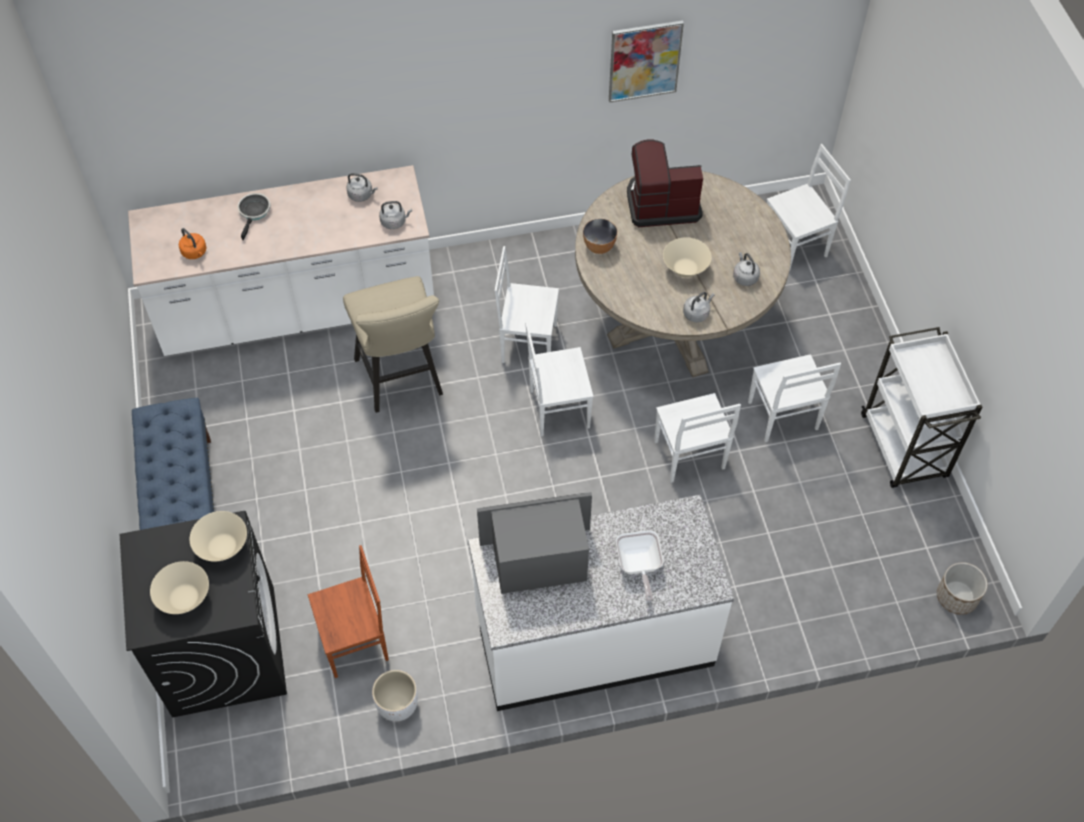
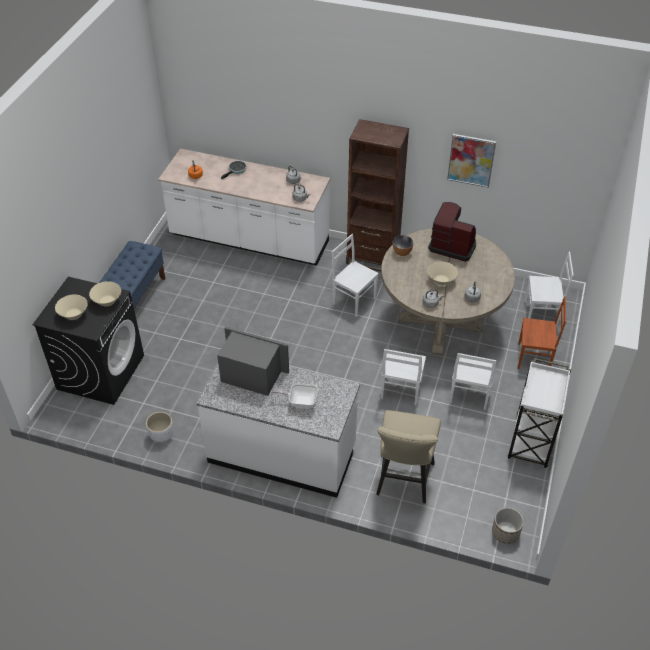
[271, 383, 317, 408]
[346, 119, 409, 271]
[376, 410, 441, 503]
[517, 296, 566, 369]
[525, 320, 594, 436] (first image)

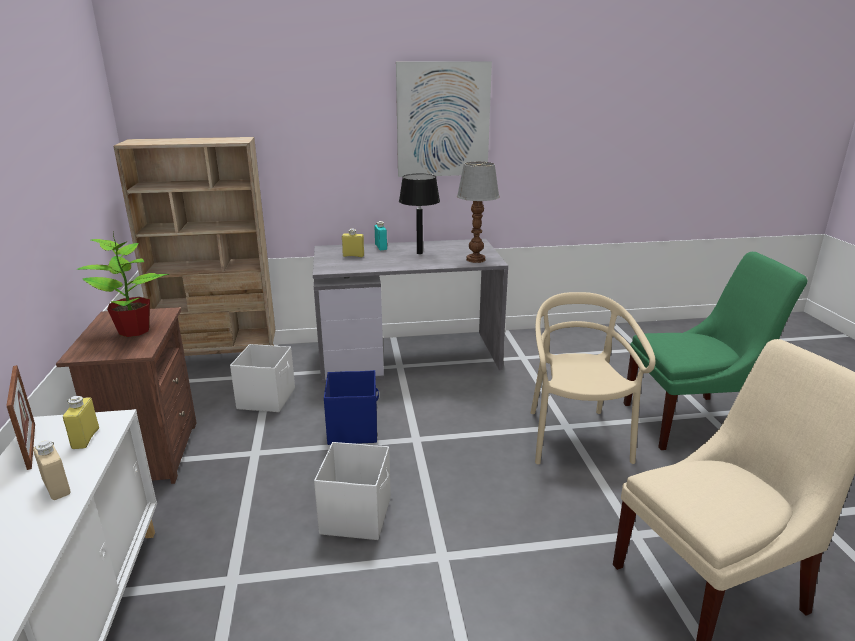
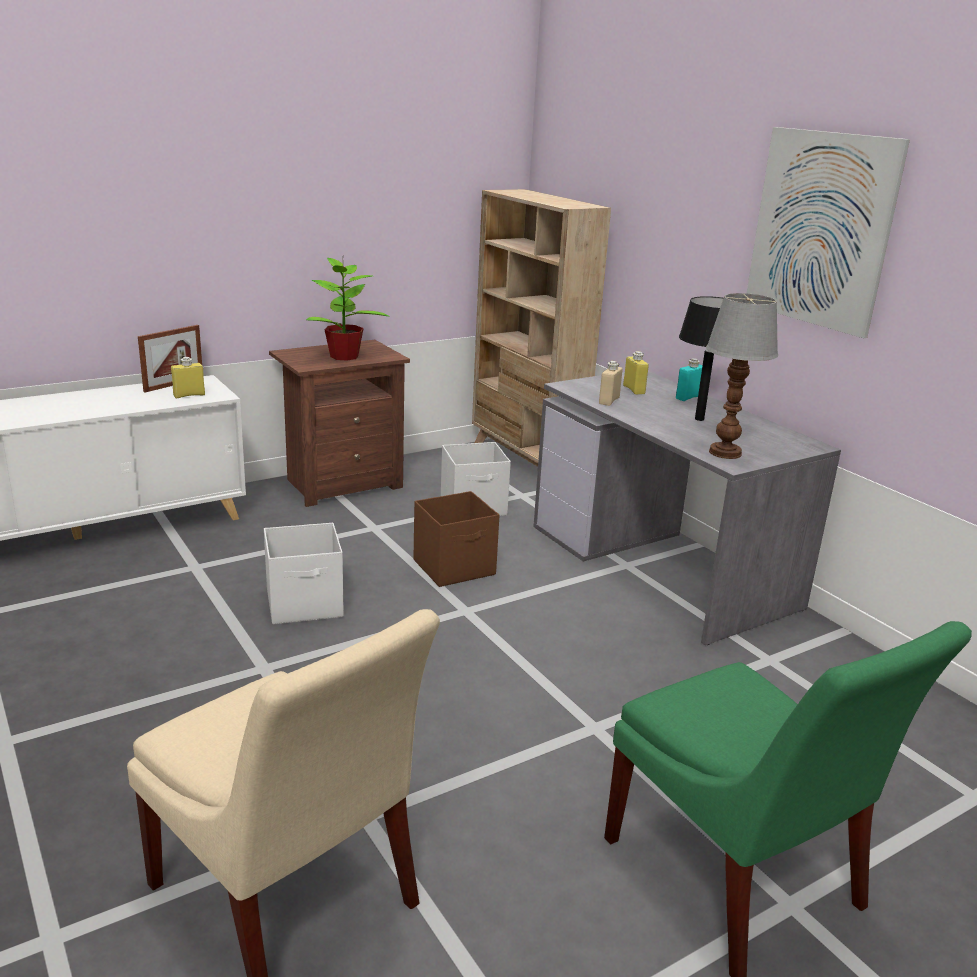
[414, 491, 499, 587]
[599, 361, 622, 406]
[531, 292, 655, 464] (first image)

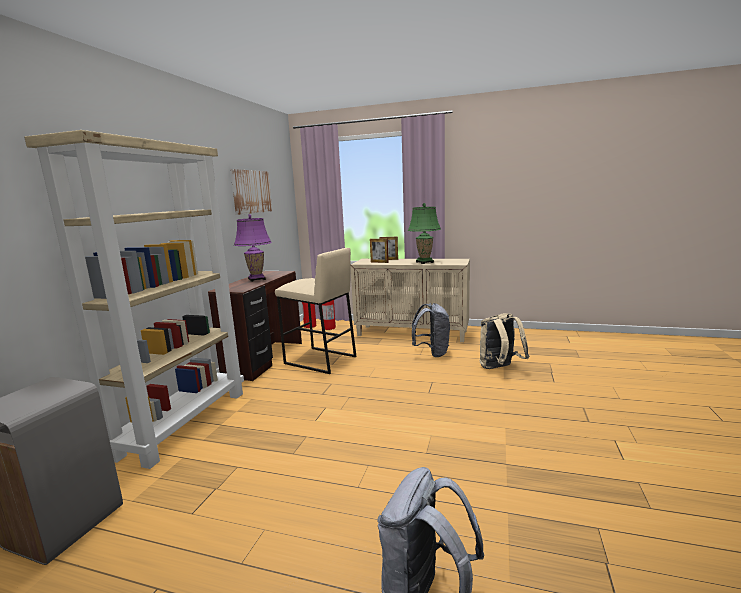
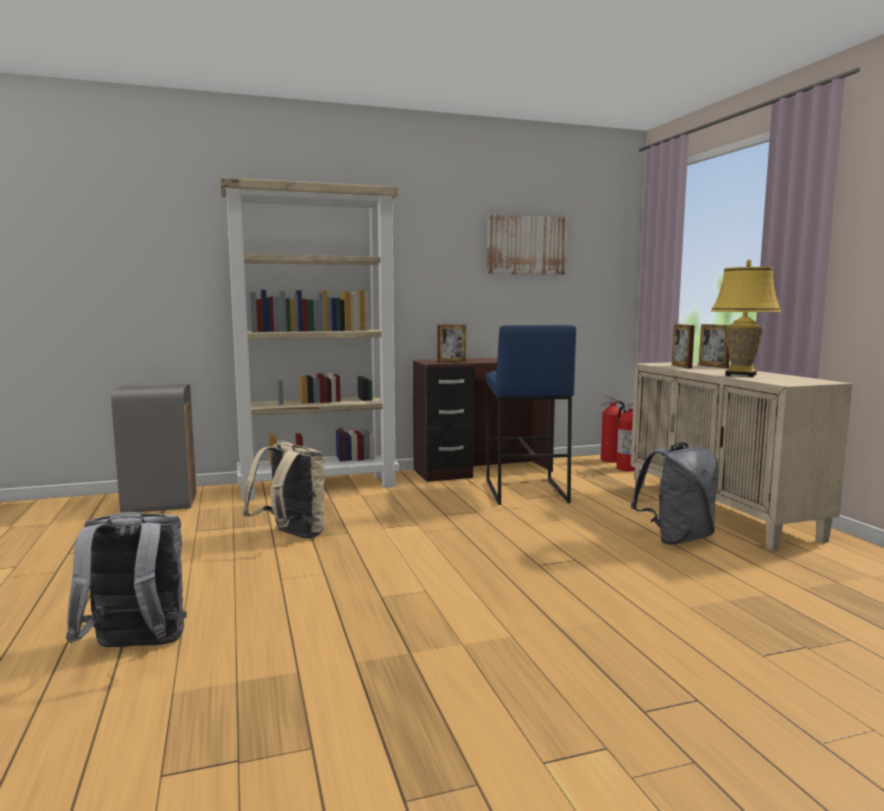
[242, 442, 325, 539]
[438, 324, 466, 363]
[486, 325, 576, 505]
[711, 260, 782, 377]
[234, 214, 272, 282] (first image)

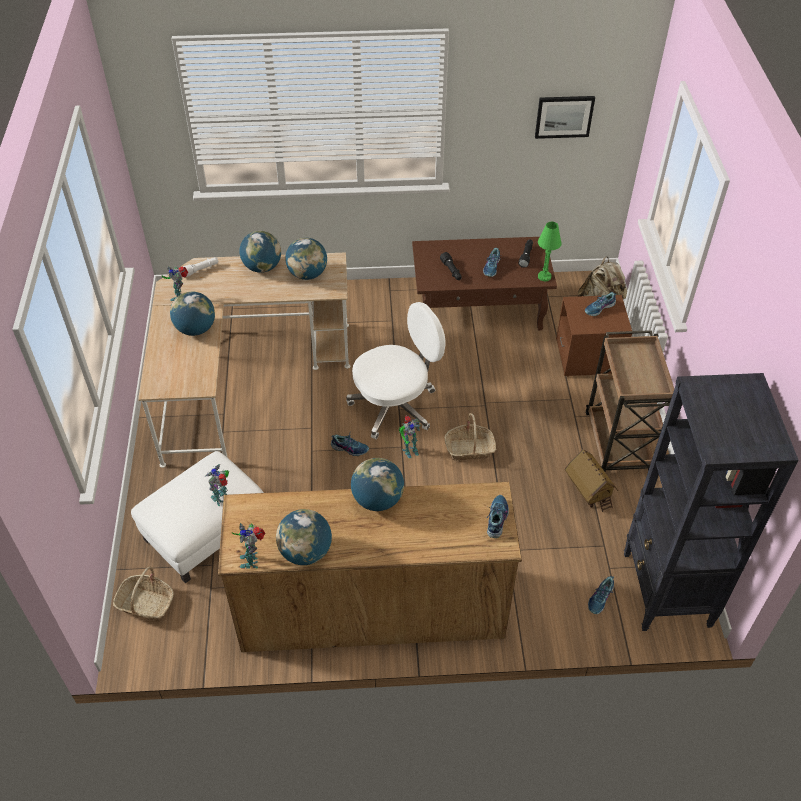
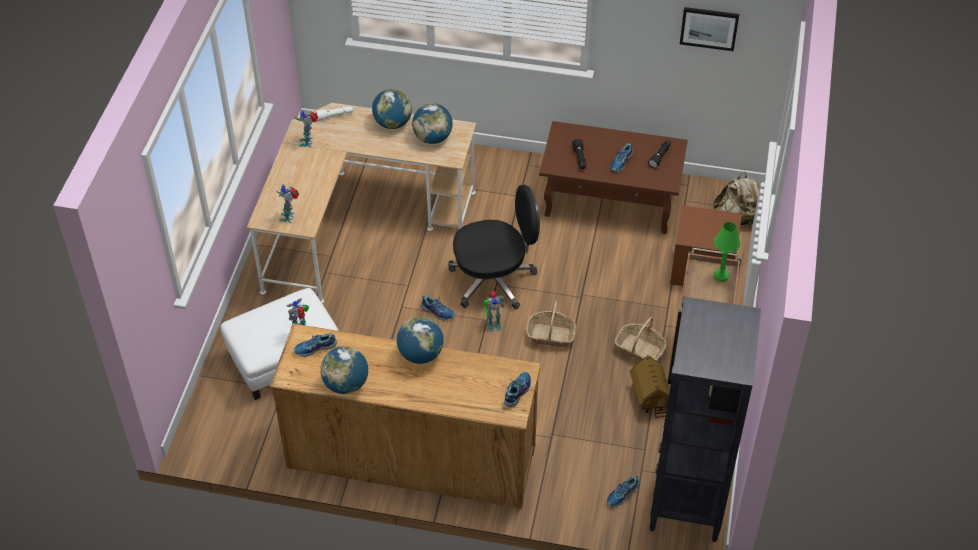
[276, 184, 299, 223]
[294, 333, 337, 357]
[448, 185, 540, 309]
[615, 317, 666, 361]
[714, 222, 740, 282]
[170, 291, 215, 336] (first image)

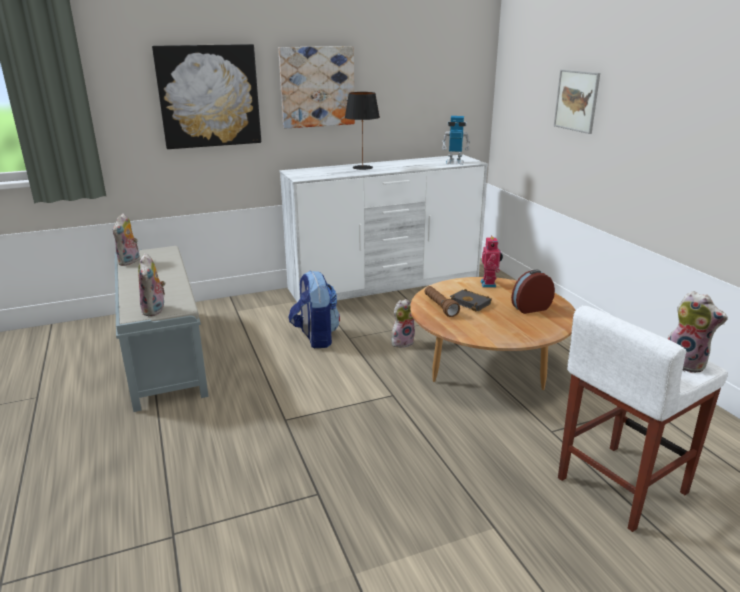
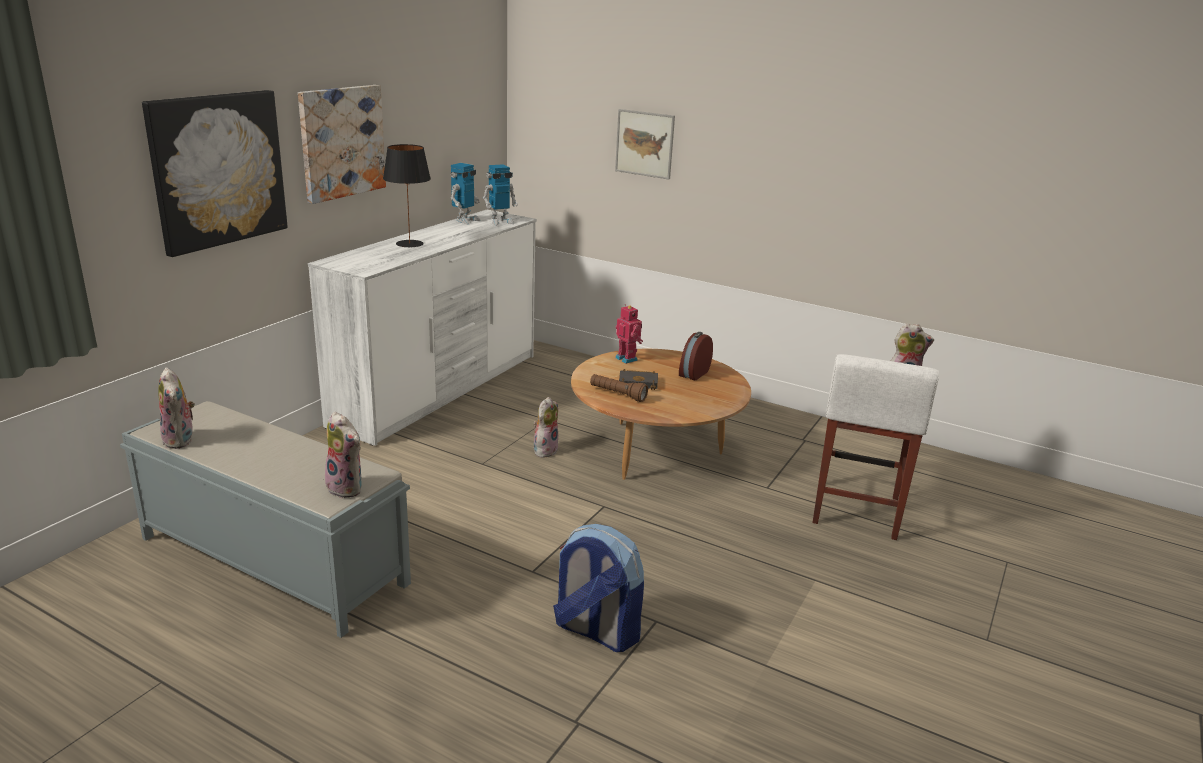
[451, 163, 481, 224]
[553, 524, 644, 652]

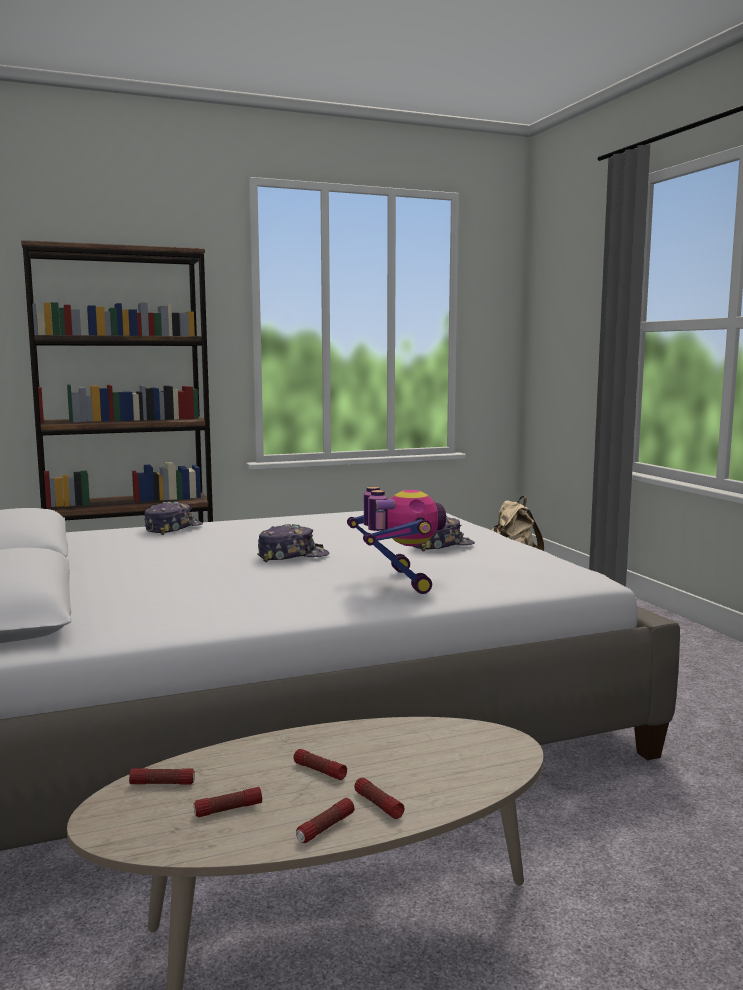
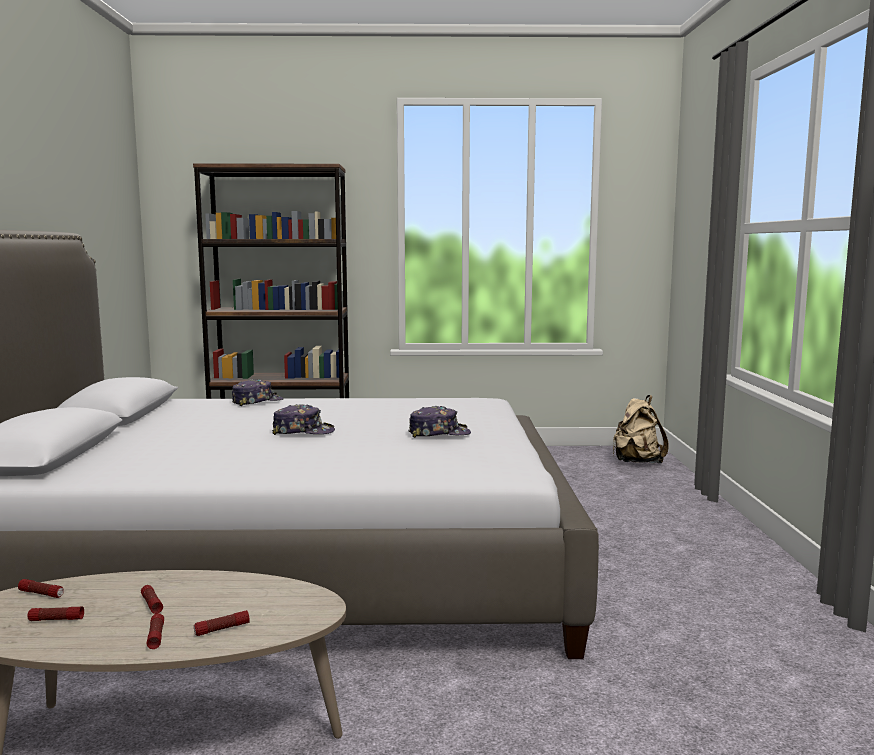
[194, 610, 250, 636]
[347, 487, 446, 594] (first image)

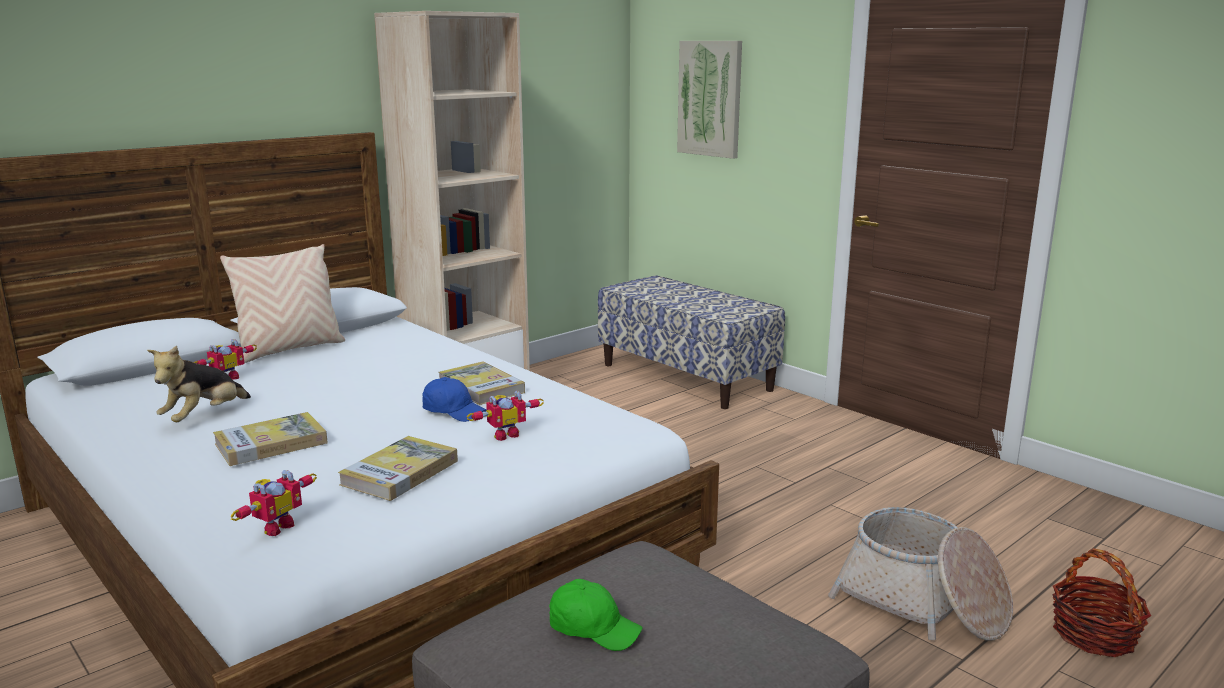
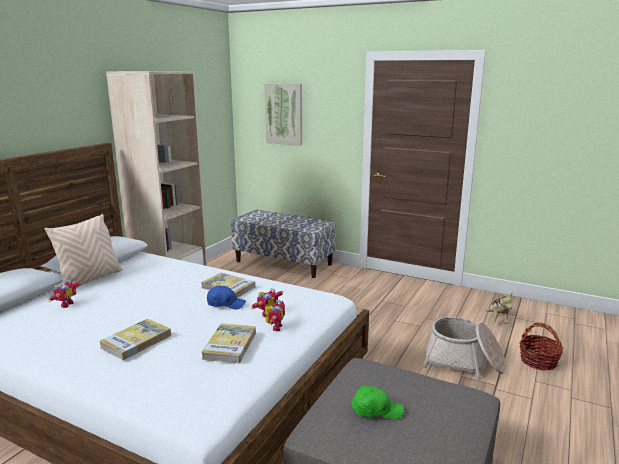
[265, 300, 285, 331]
[486, 293, 513, 324]

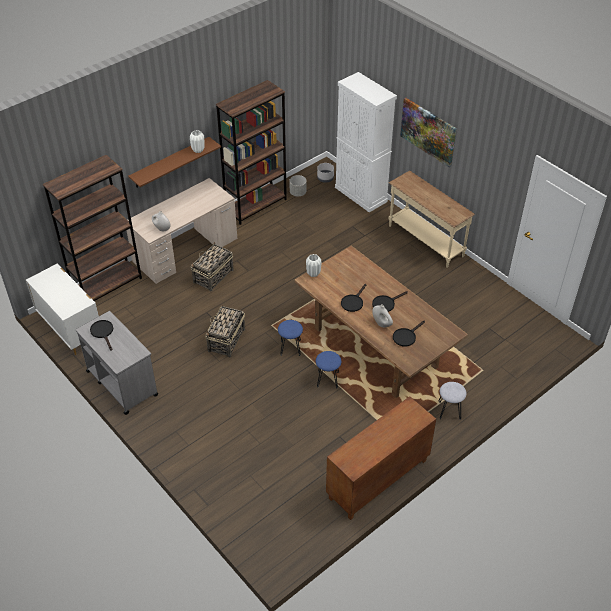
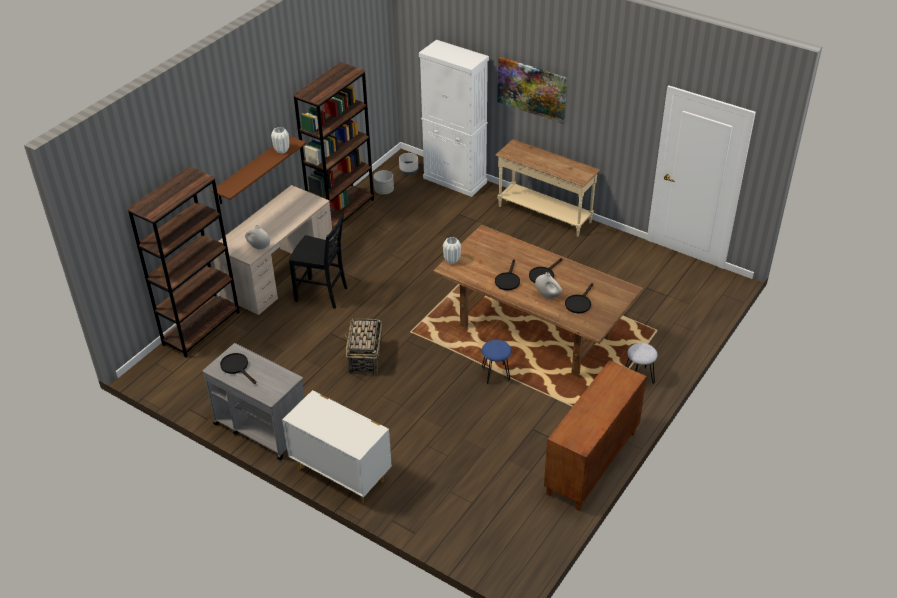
[282, 390, 392, 504]
[289, 212, 347, 309]
[278, 320, 303, 356] (first image)

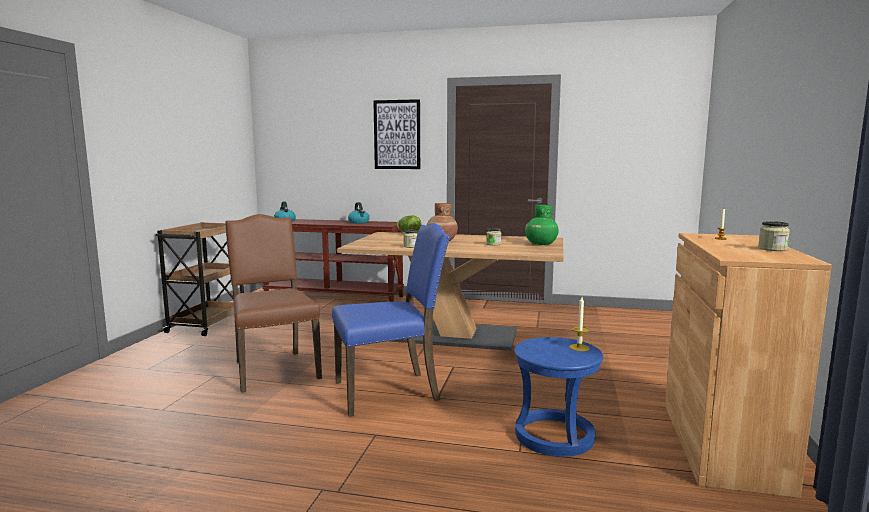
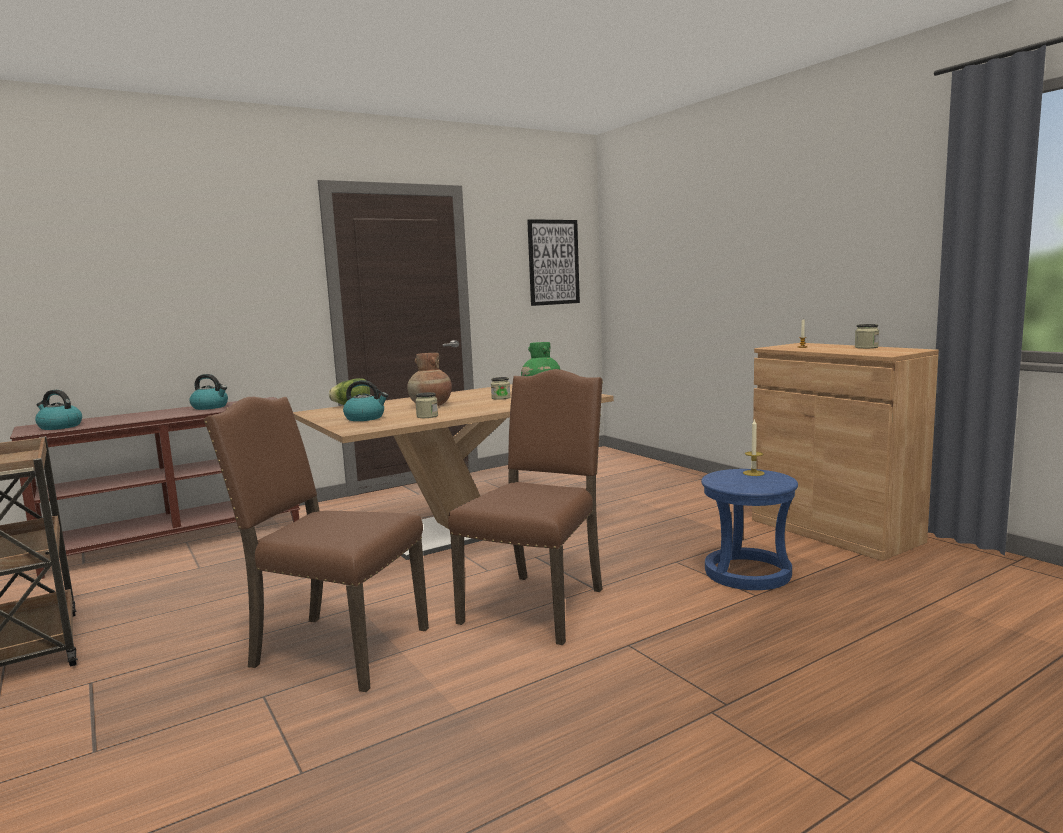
[343, 380, 388, 421]
[448, 369, 603, 645]
[527, 219, 580, 306]

